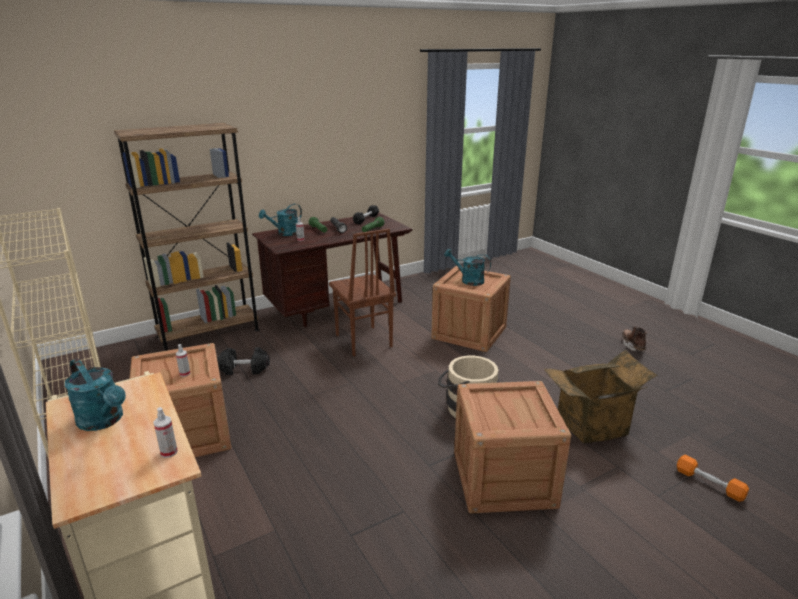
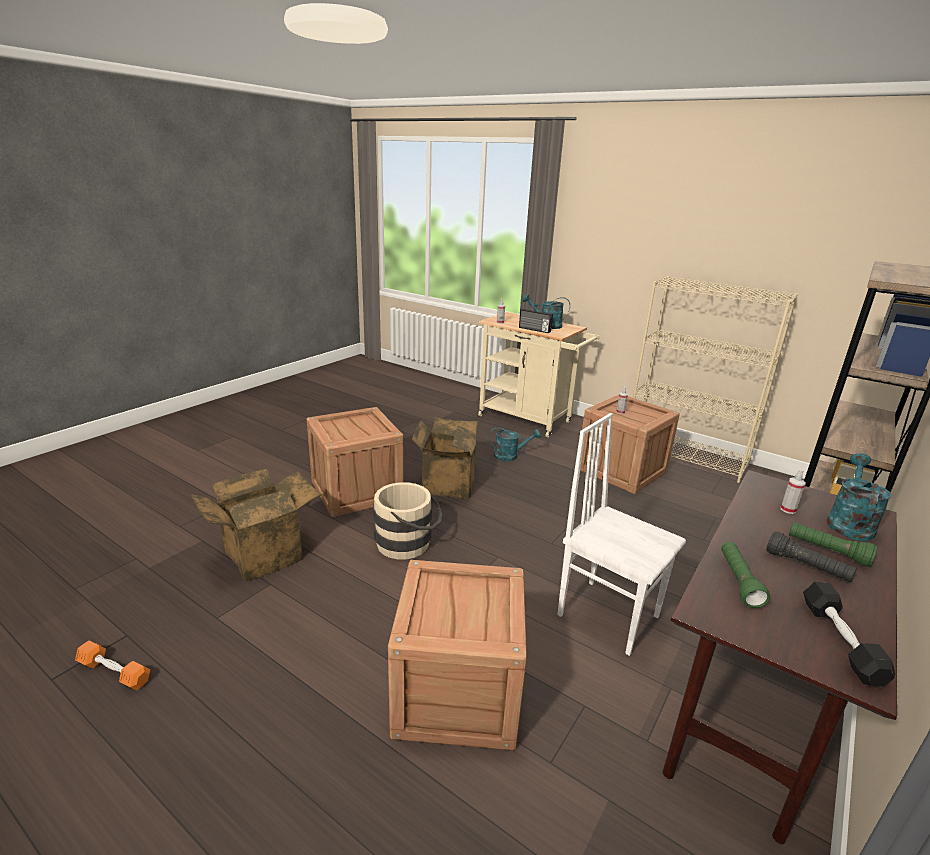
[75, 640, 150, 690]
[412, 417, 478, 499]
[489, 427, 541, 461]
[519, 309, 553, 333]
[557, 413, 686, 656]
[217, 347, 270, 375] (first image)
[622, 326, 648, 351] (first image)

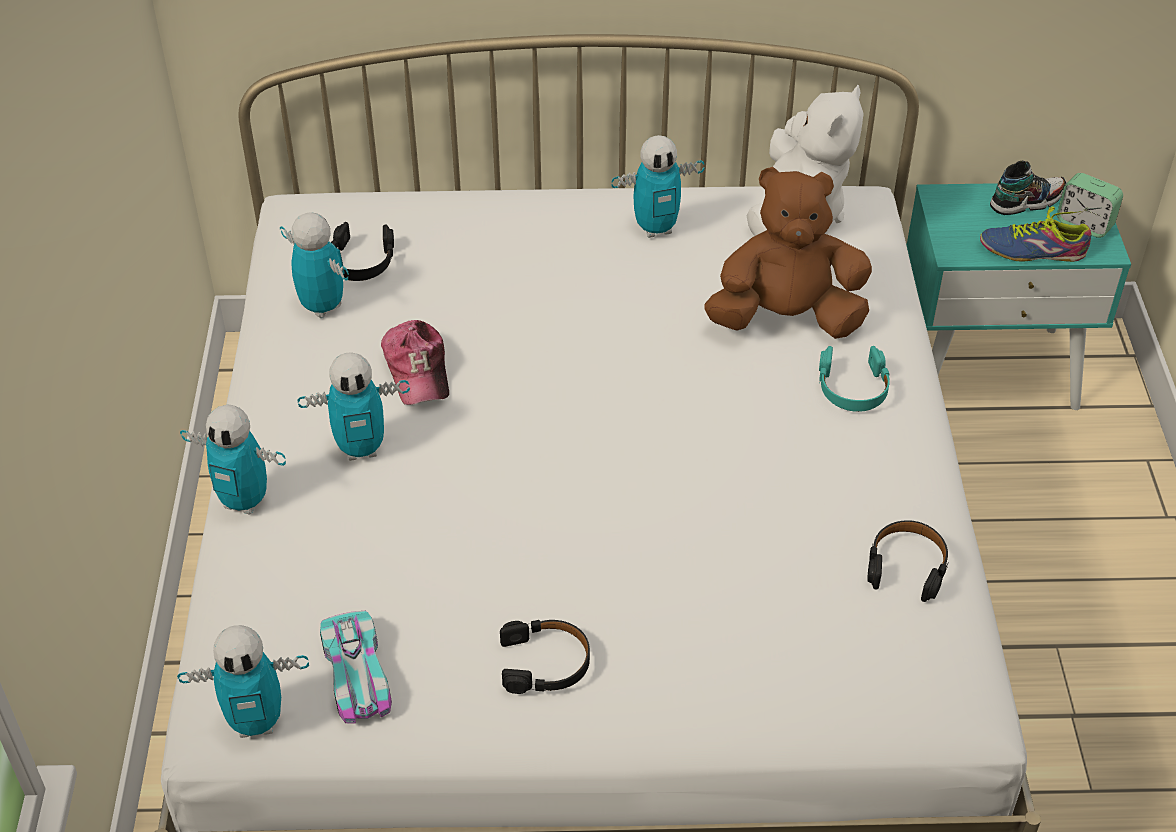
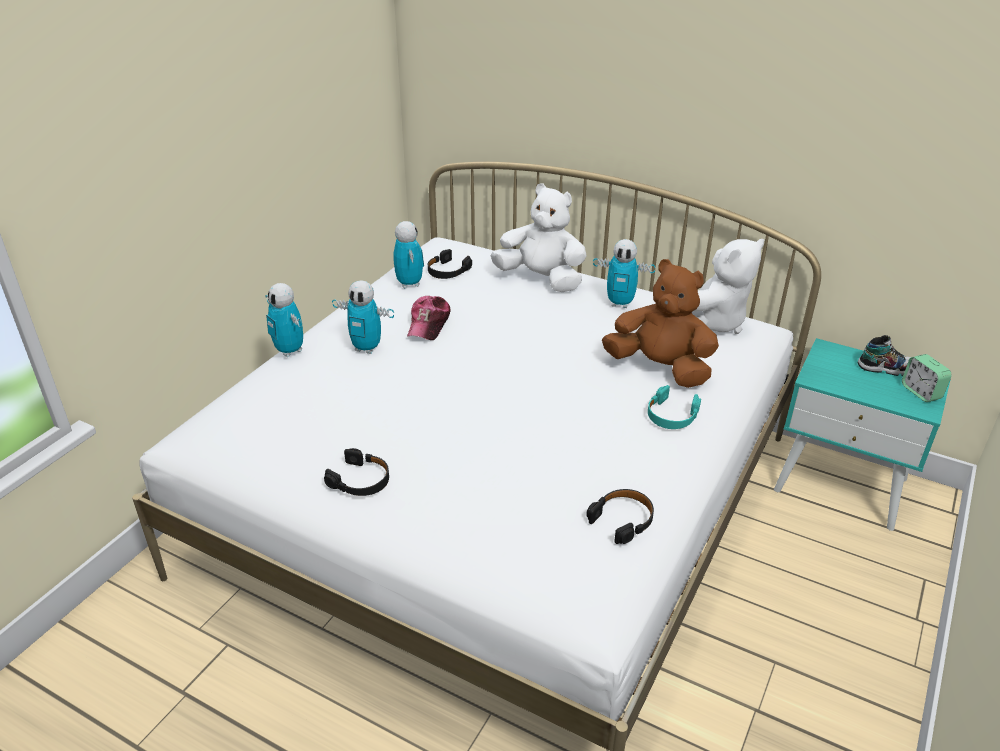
[490, 183, 587, 292]
[177, 625, 309, 738] (first image)
[320, 611, 392, 724] (first image)
[980, 206, 1091, 262] (first image)

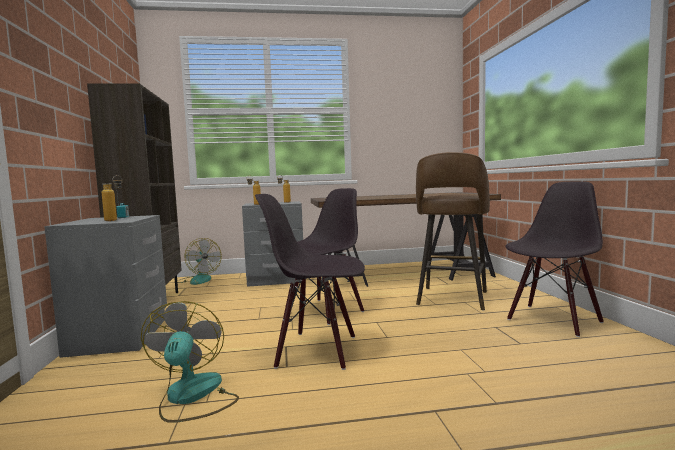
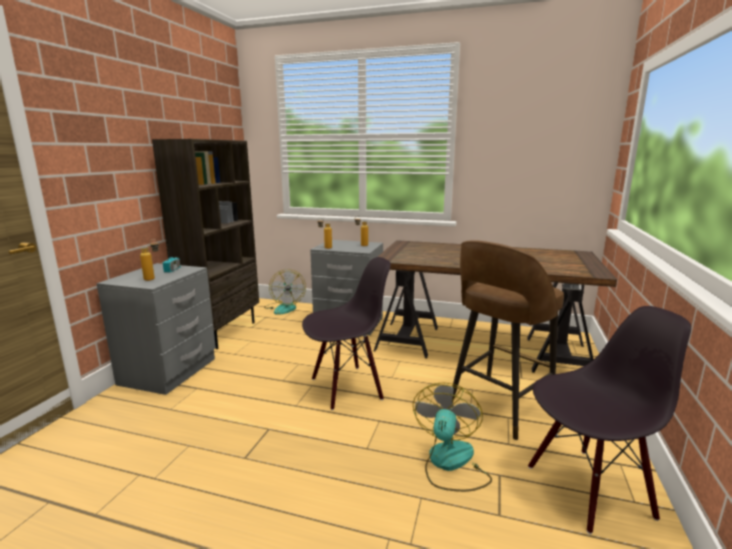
[413, 382, 492, 492]
[255, 194, 365, 370] (first image)

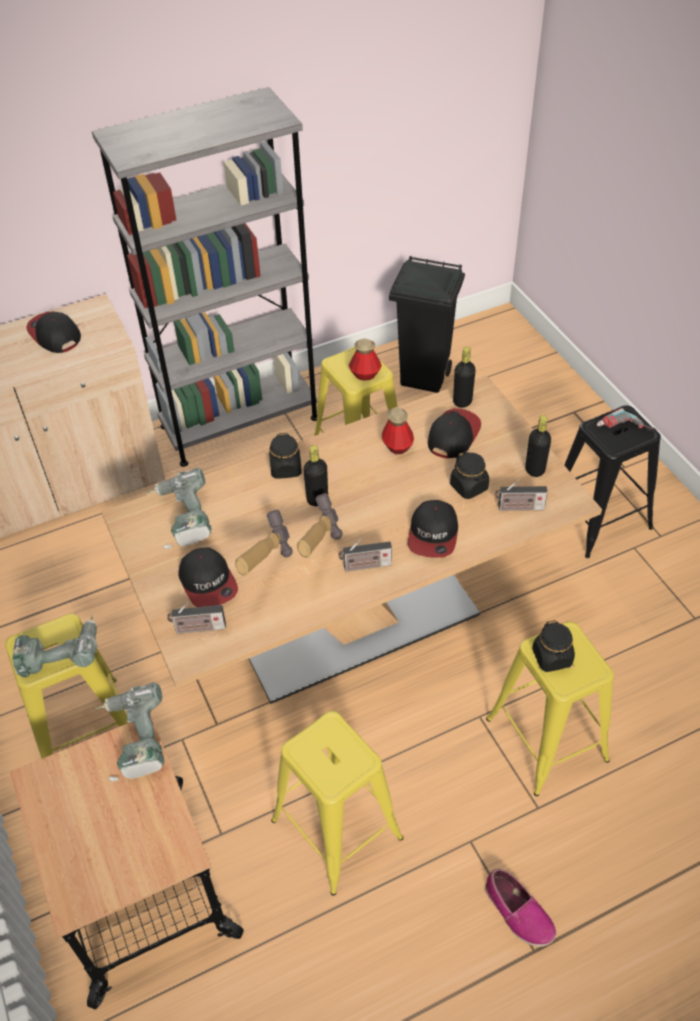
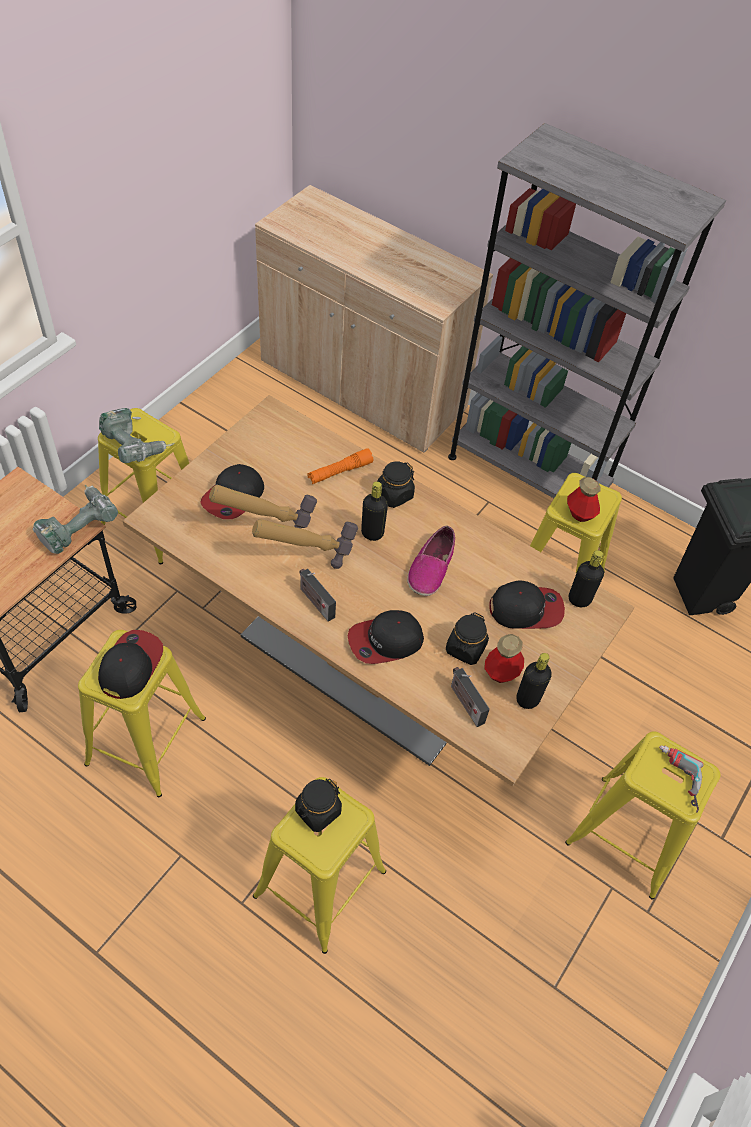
[98, 630, 163, 699]
[307, 448, 373, 484]
[407, 526, 455, 596]
[484, 634, 524, 683]
[565, 731, 720, 900]
[145, 468, 212, 549] (first image)
[167, 601, 226, 634] (first image)

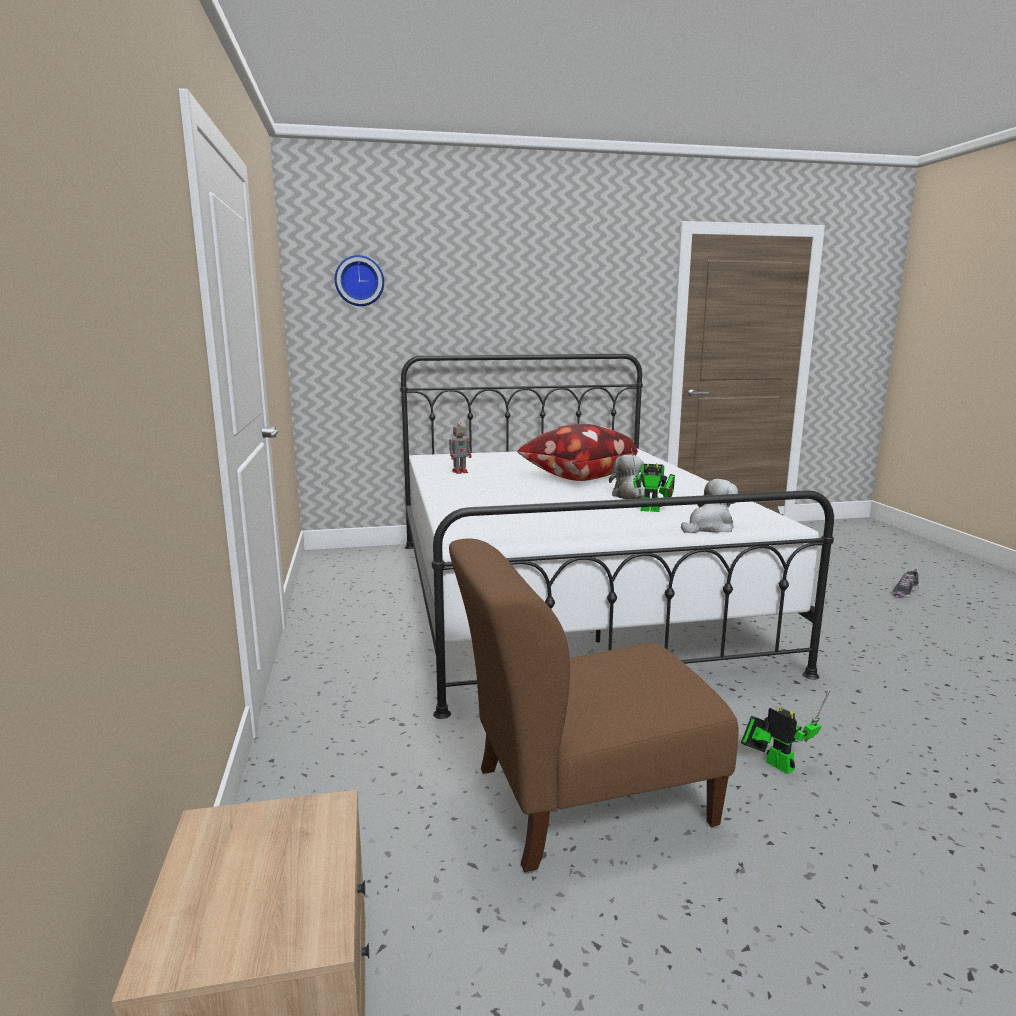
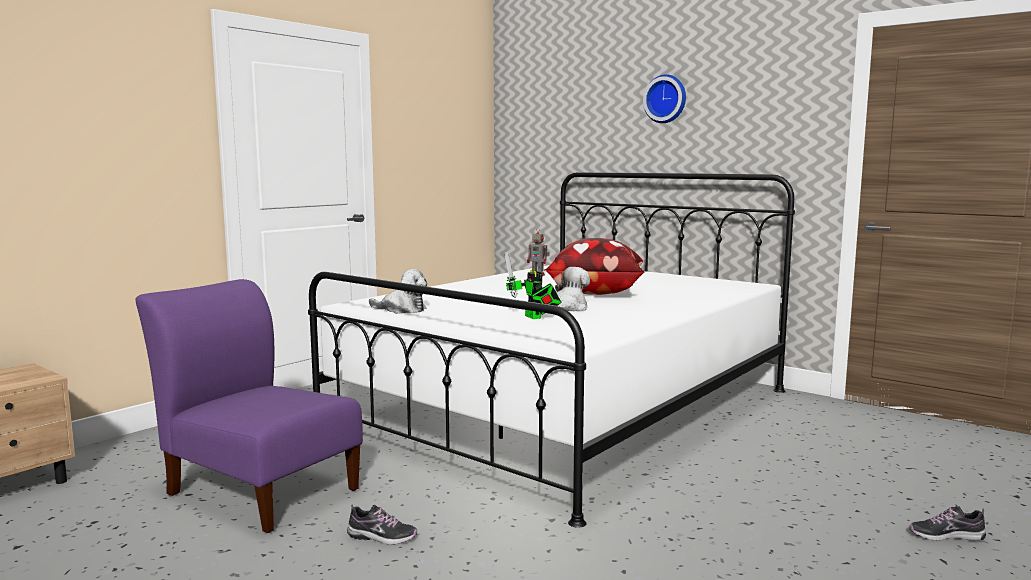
[135, 279, 363, 533]
[347, 504, 417, 545]
[369, 269, 427, 314]
[643, 74, 686, 123]

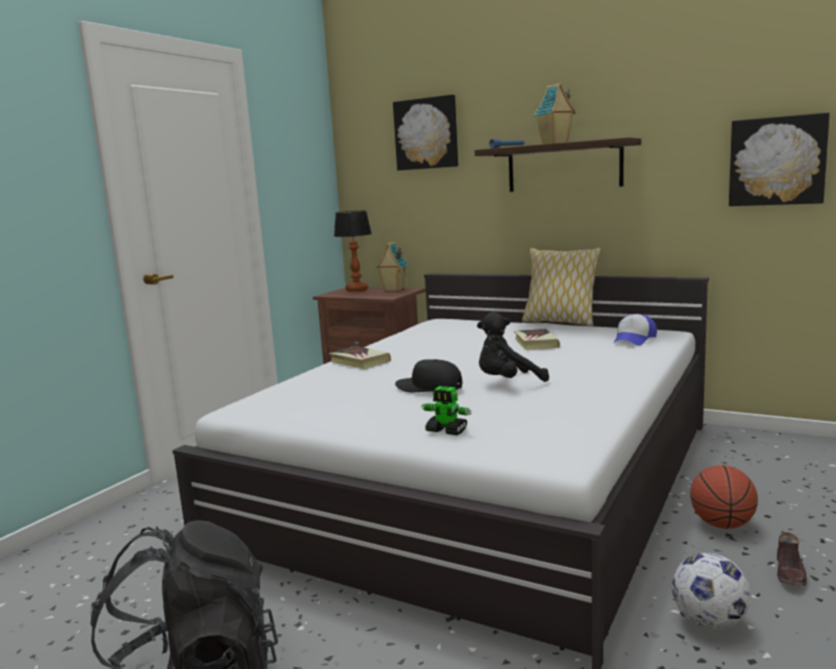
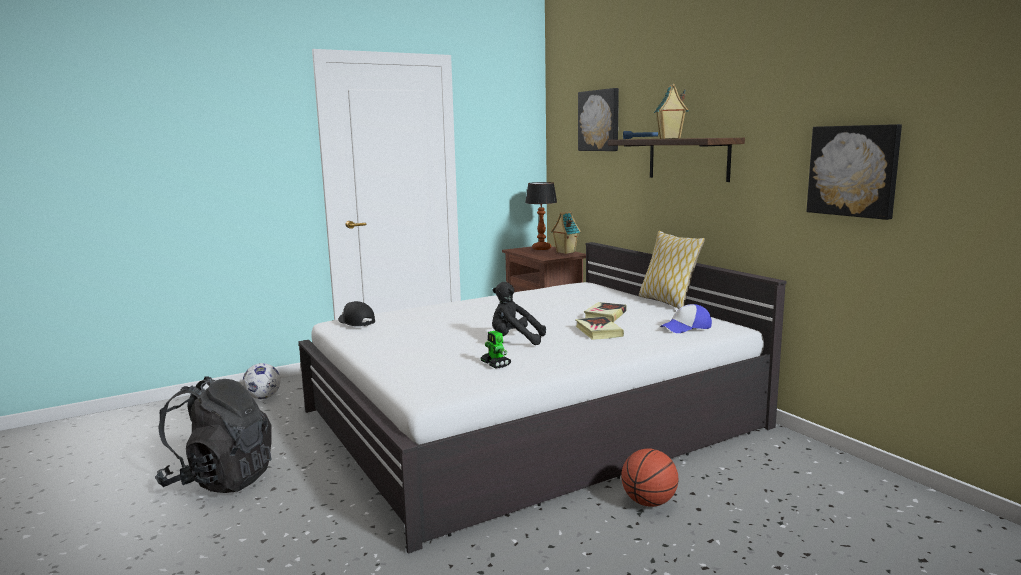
[243, 363, 280, 399]
[338, 301, 375, 326]
[481, 331, 511, 368]
[575, 317, 624, 340]
[777, 532, 807, 586] (first image)

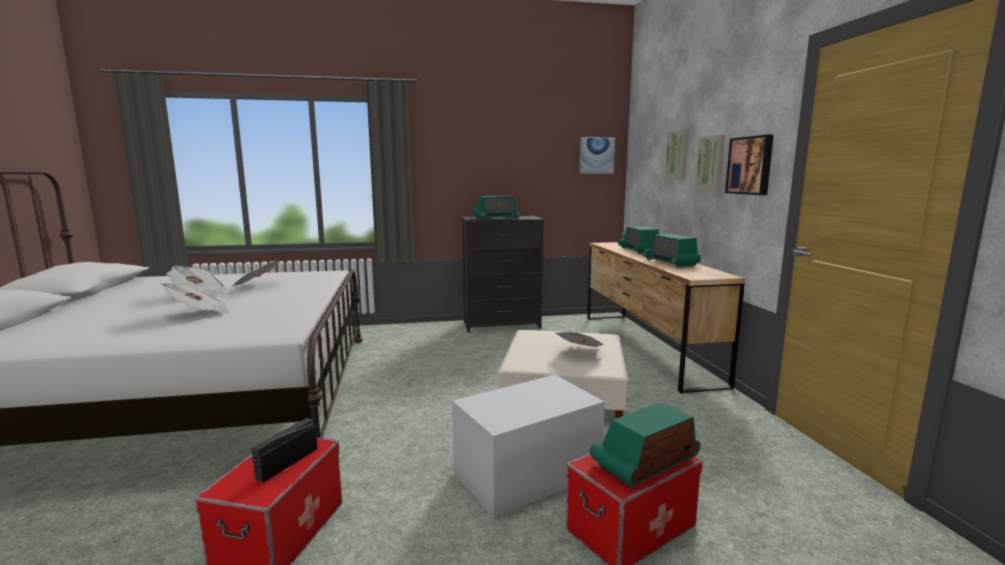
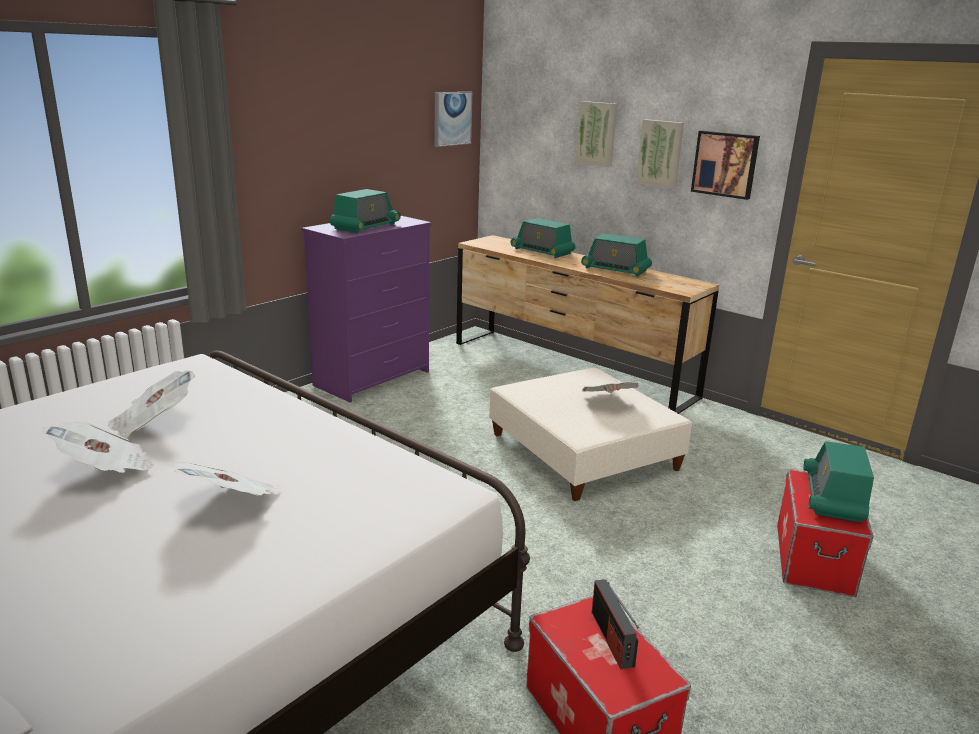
[302, 216, 431, 402]
[452, 375, 605, 518] (first image)

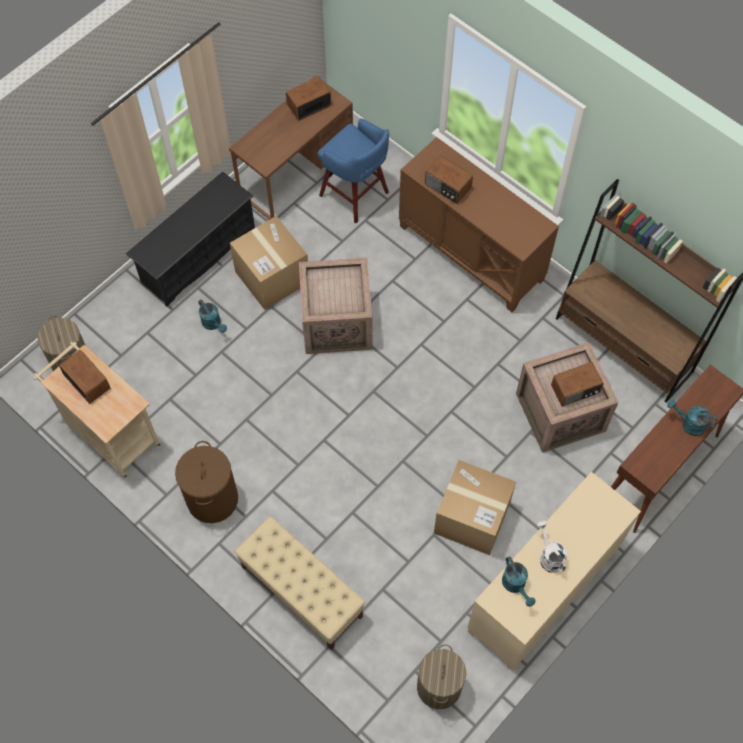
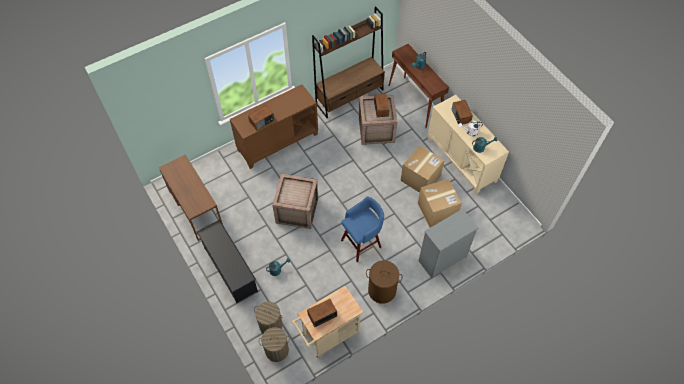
[254, 302, 283, 333]
[341, 197, 384, 262]
[418, 179, 462, 227]
[419, 209, 478, 279]
[452, 100, 473, 125]

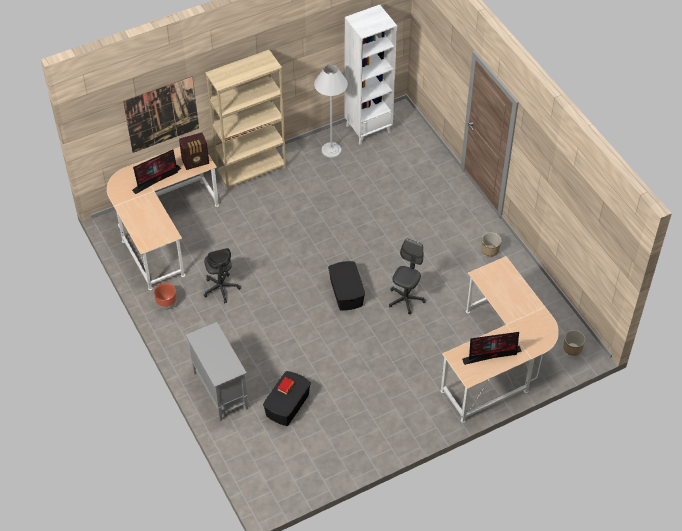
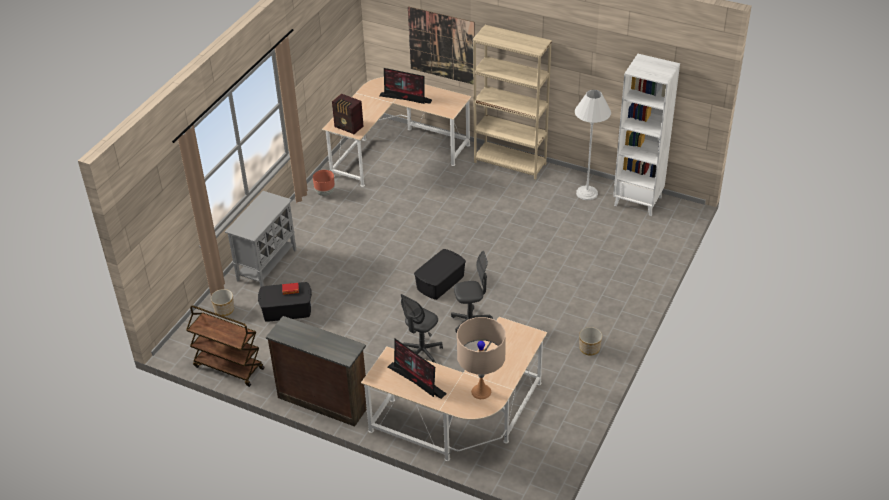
[186, 305, 265, 387]
[211, 289, 234, 316]
[266, 316, 367, 427]
[332, 94, 363, 134]
[401, 294, 443, 363]
[457, 317, 506, 399]

